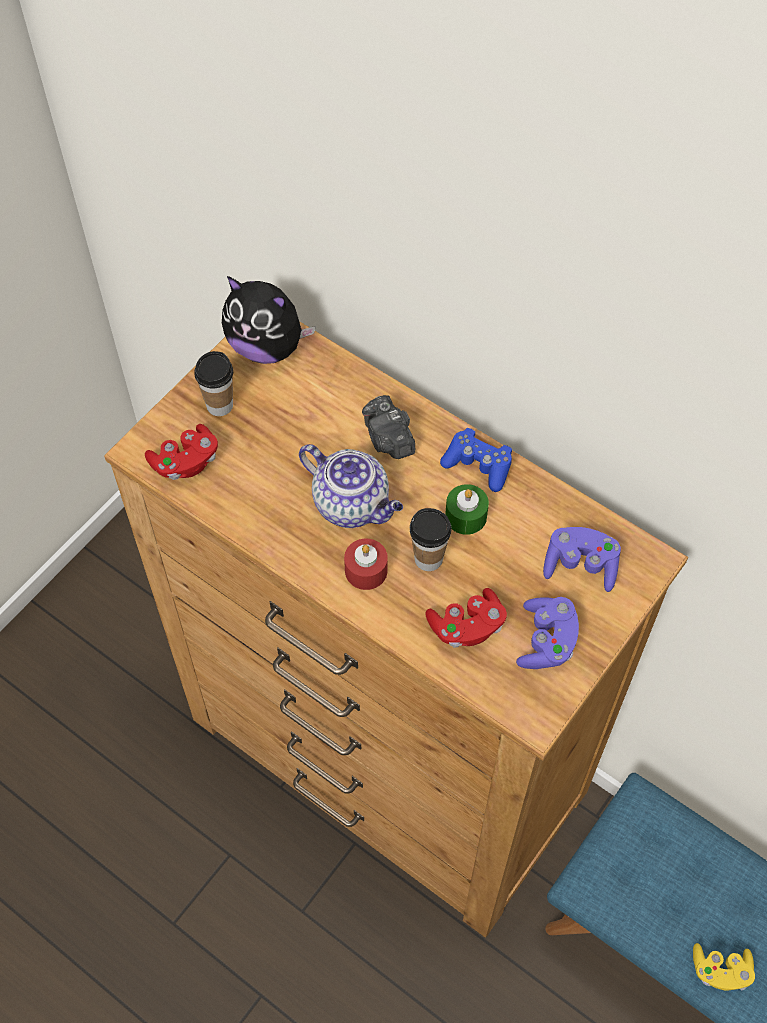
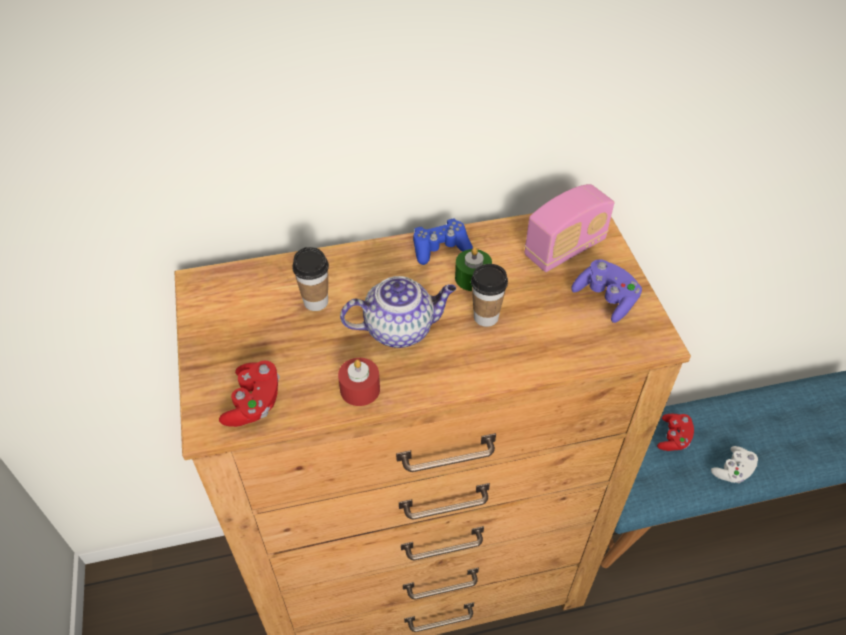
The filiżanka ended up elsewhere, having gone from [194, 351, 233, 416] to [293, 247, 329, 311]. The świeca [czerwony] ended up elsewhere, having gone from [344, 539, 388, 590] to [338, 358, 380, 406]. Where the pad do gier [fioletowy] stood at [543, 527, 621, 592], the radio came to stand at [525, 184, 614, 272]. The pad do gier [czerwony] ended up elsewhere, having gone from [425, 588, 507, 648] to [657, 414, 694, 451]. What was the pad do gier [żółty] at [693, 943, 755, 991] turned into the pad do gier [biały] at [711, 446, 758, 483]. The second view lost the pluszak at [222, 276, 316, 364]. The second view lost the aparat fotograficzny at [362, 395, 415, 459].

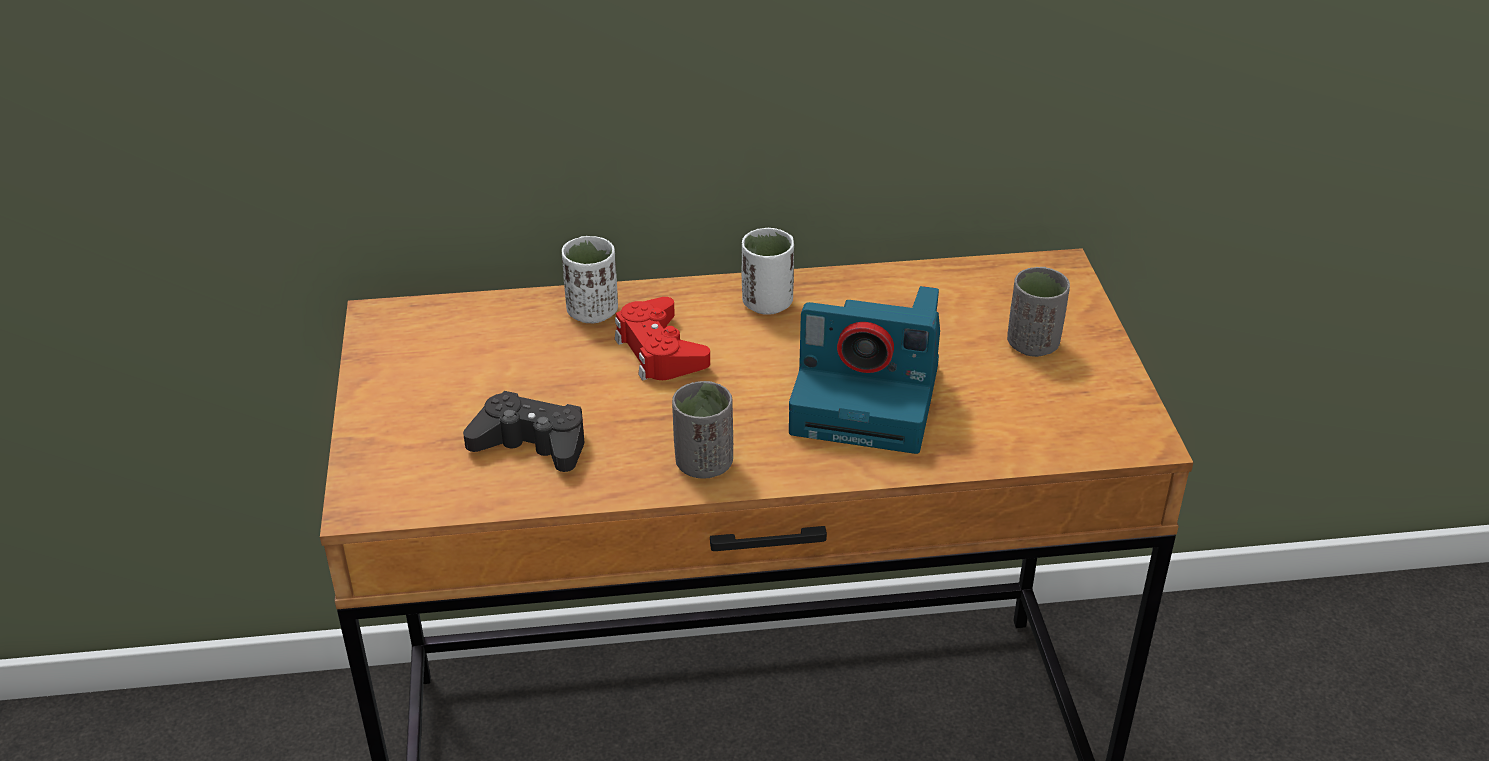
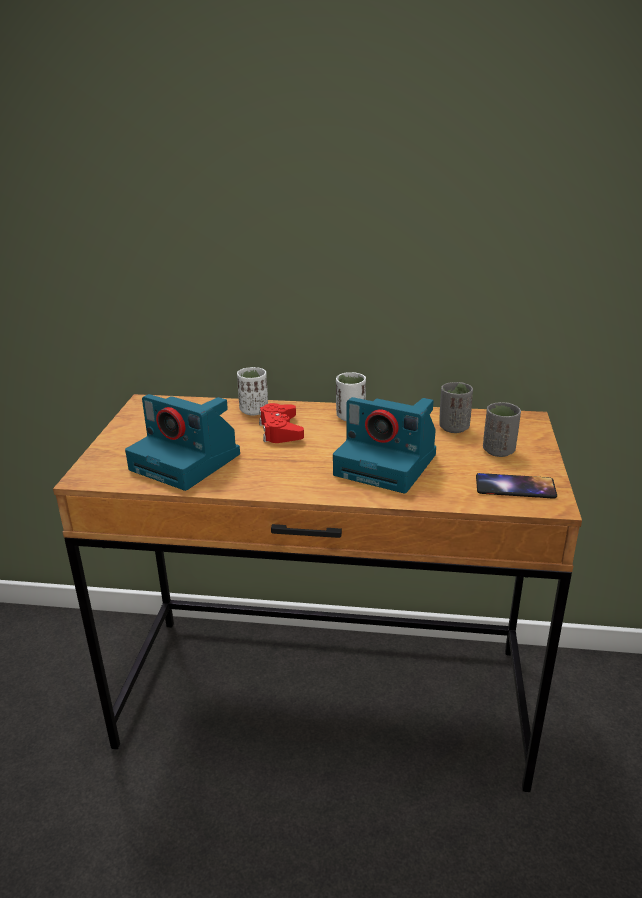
Where the pad do gier [czarny] stood at [463, 391, 584, 472], the aparat fotograficzny came to stand at [125, 394, 240, 491]. The filiżanka [szary] ended up elsewhere, having gone from [672, 381, 733, 478] to [439, 382, 473, 433]. The second view gained the telefon at [476, 473, 557, 499].

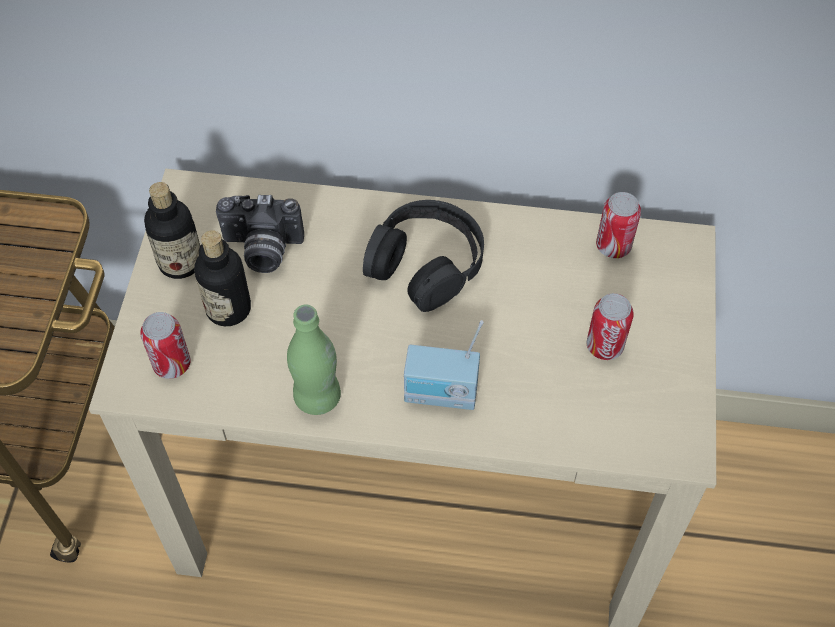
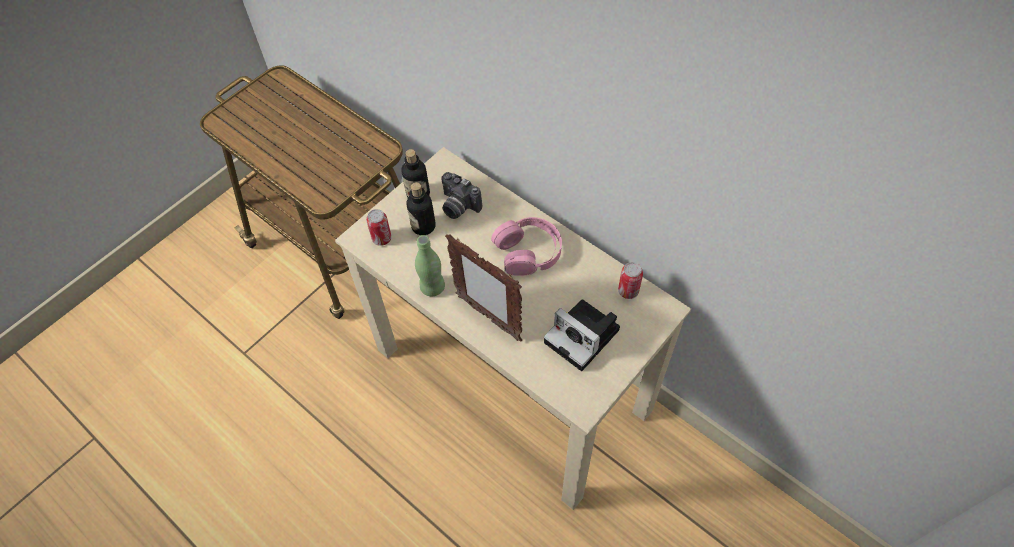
Where the radio stood at [404, 320, 484, 410], the ramka na zdjęcie came to stand at [445, 234, 522, 342]. What was the słuchawki [czarny] at [363, 200, 484, 312] turned into the słuchawki [różowy] at [491, 217, 562, 276]. Where the puszka stood at [587, 293, 634, 360], the aparat fotograficzny came to stand at [544, 299, 620, 371].

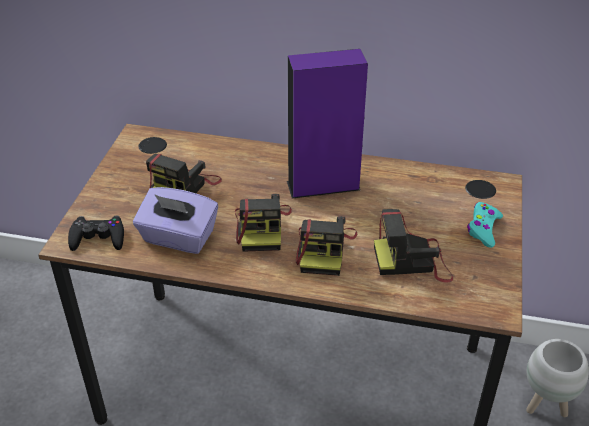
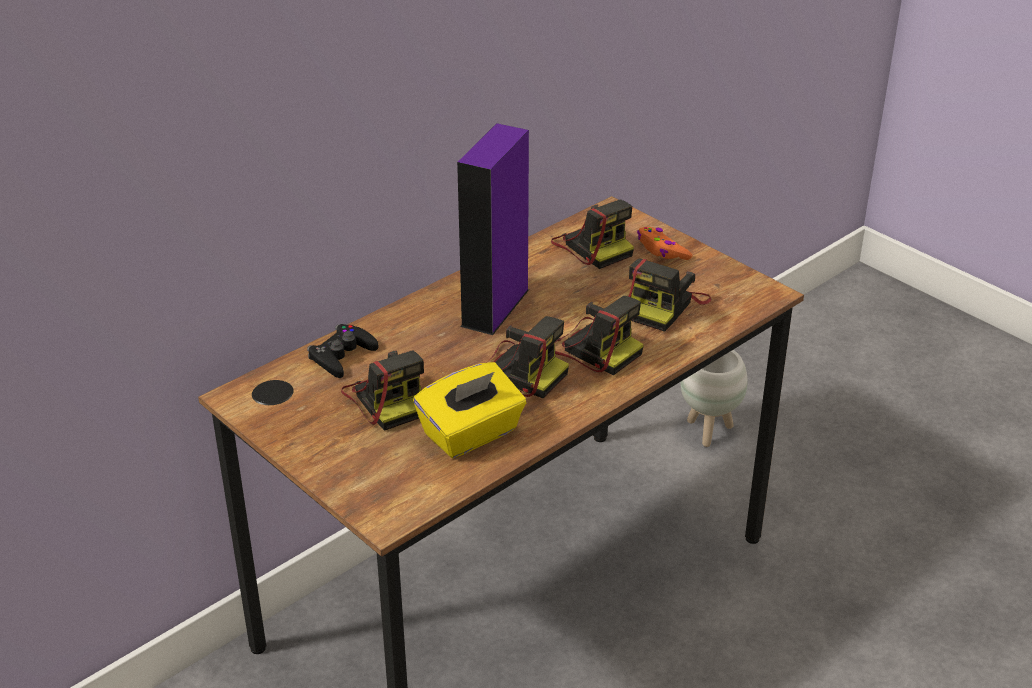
The pad do gier [czarny] ended up elsewhere, having gone from [68, 216, 124, 251] to [307, 324, 379, 378]. What was the pudełko chusteczek [fioletowy] at [133, 187, 218, 254] turned into the pudełko chusteczek [żółty] at [413, 362, 526, 458]. The second view gained the aparat fotograficzny at [551, 200, 634, 269]. What was the pad do gier [turkusowy] at [467, 202, 503, 248] turned into the pad do gier [pomarańczowy] at [637, 227, 693, 260].

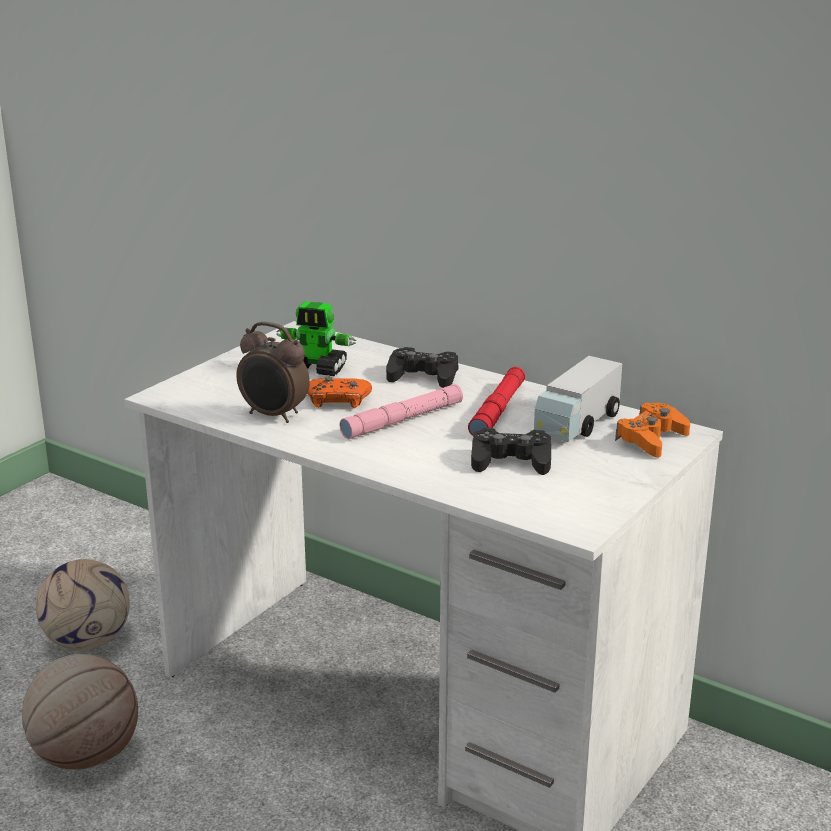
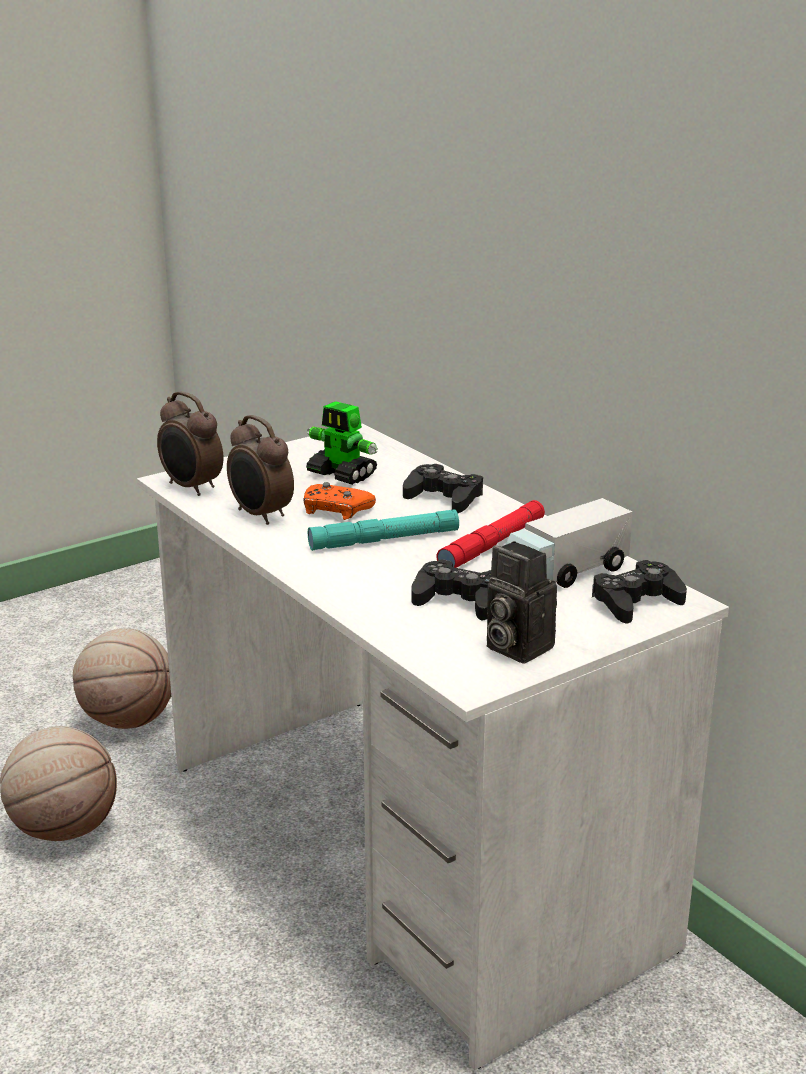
Where the piłka futbolowa stood at [36, 559, 130, 651], the piłka do koszykówki came to stand at [73, 628, 171, 729]. The second view gained the budzik at [157, 391, 223, 496]. What was the latarka [różowy] at [340, 384, 463, 439] turned into the latarka [turkusowy] at [308, 509, 459, 551]. The second view gained the aparat fotograficzny at [487, 541, 557, 664]. What was the pad do gier [pomarańczowy] at [615, 403, 690, 458] turned into the pad do gier [czarny] at [592, 560, 687, 624].

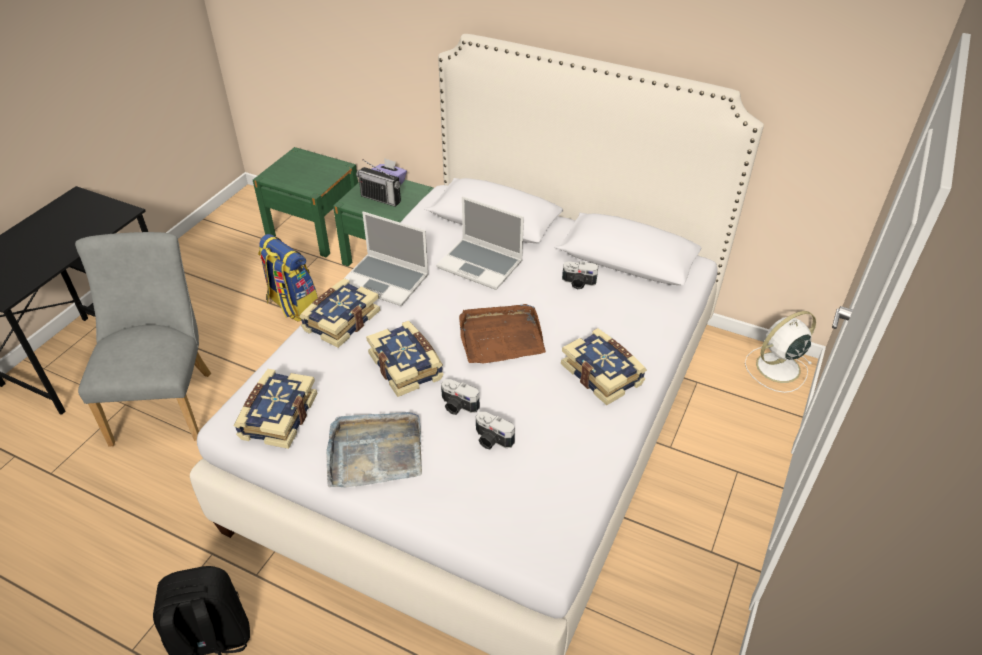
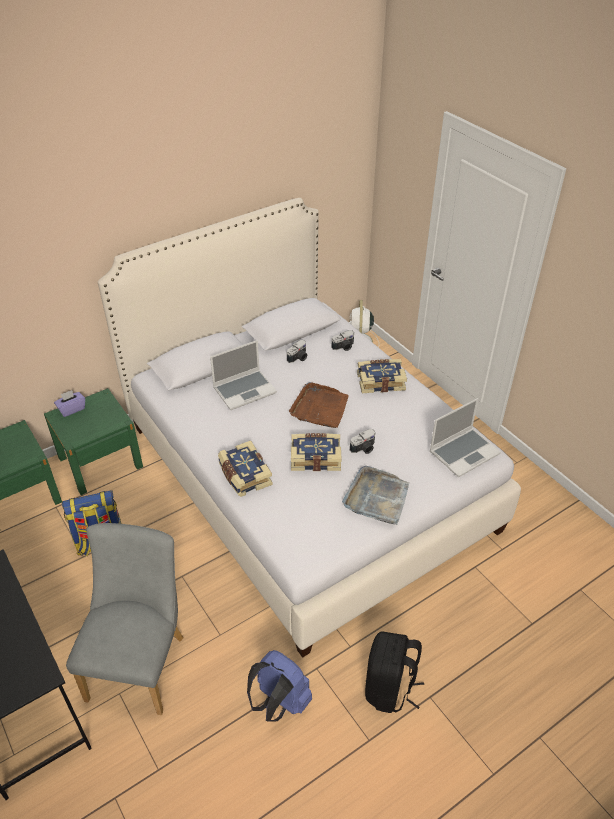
The krzesło [szary] at [75, 232, 211, 446] ended up facing another way, 75 degrees clockwise from before. The second view gained the plecak [niebieski] at [247, 650, 312, 722]. The aparat fotograficzny ended up elsewhere, having gone from [476, 412, 515, 449] to [331, 330, 354, 351]. The laptop ended up elsewhere, having gone from [345, 212, 429, 306] to [430, 398, 501, 478]. The second view lost the książka at [234, 369, 317, 449]. The second view lost the radio at [356, 159, 401, 207].

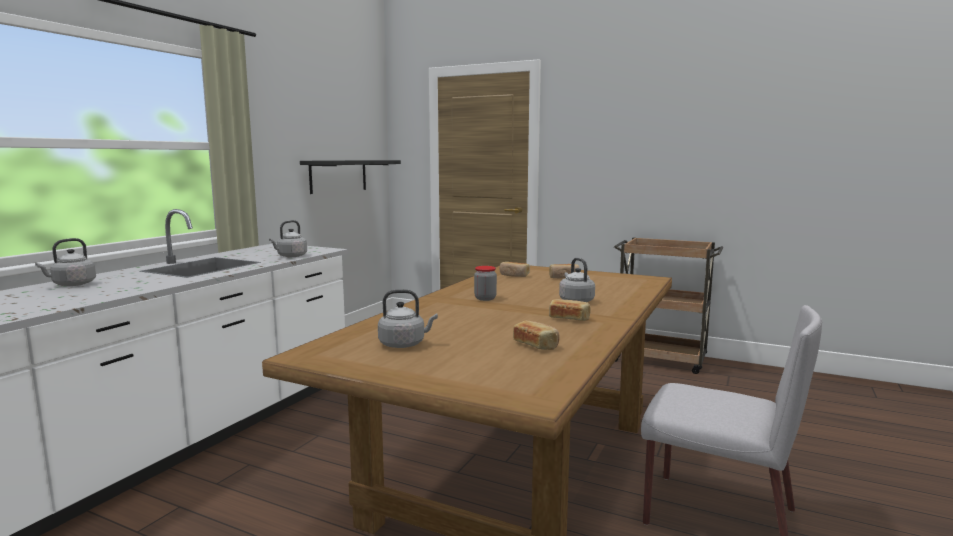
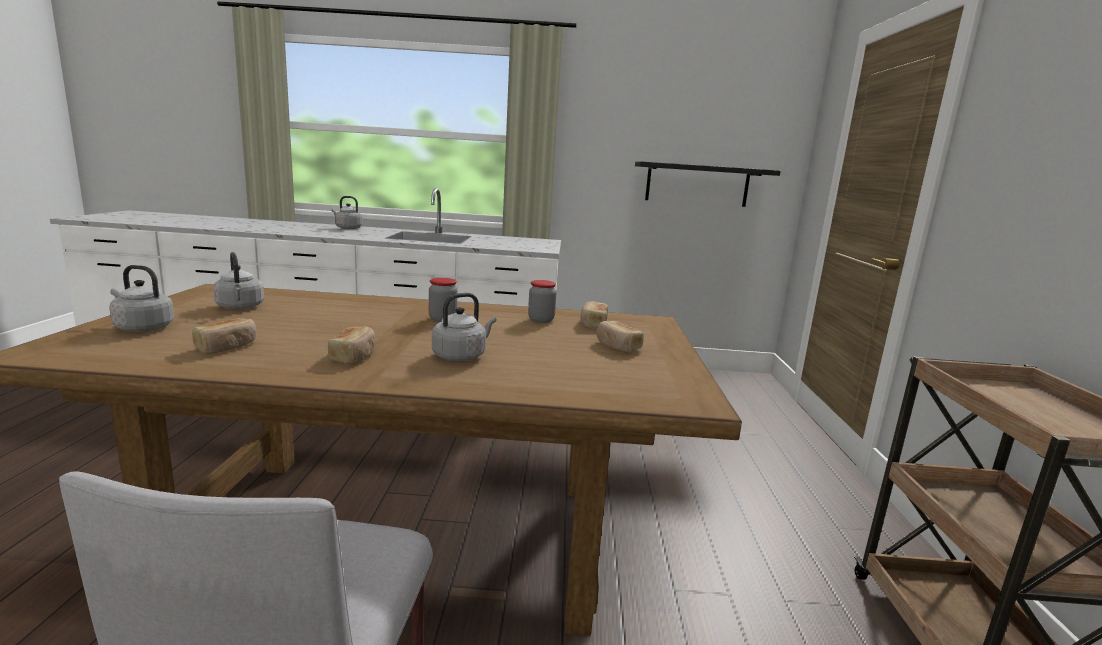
The czajnik [szary] ended up elsewhere, having gone from [269, 220, 307, 257] to [109, 265, 174, 332]. The second view gained the słoik at [528, 280, 556, 323].

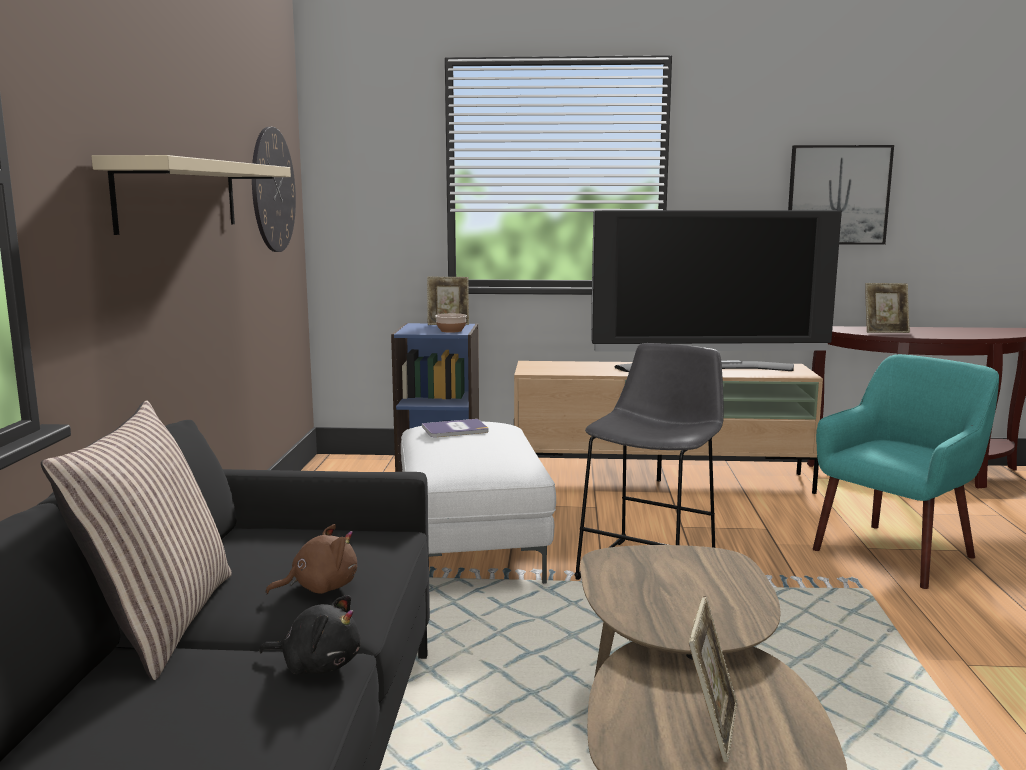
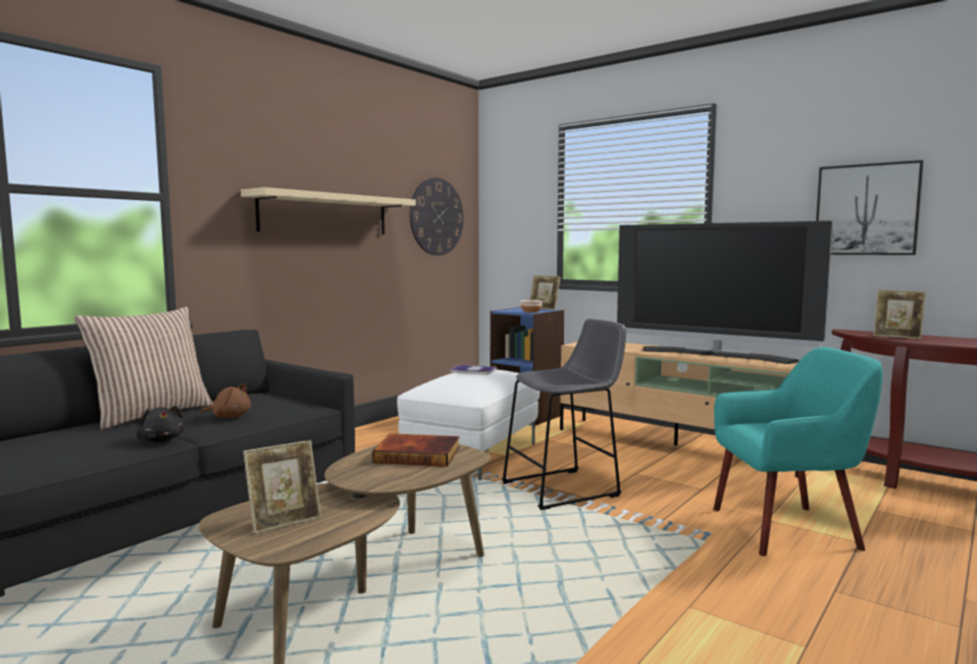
The second view gained the książka at [372, 433, 460, 467].

